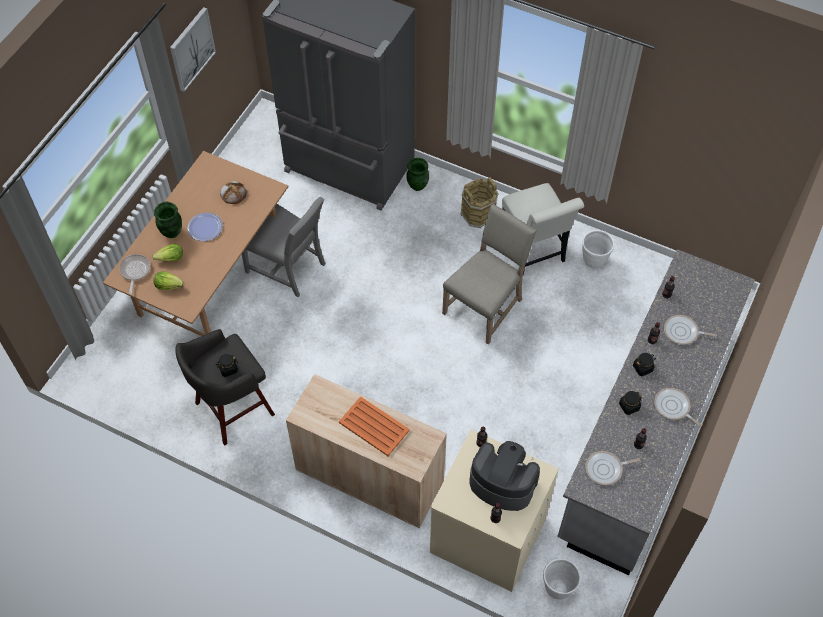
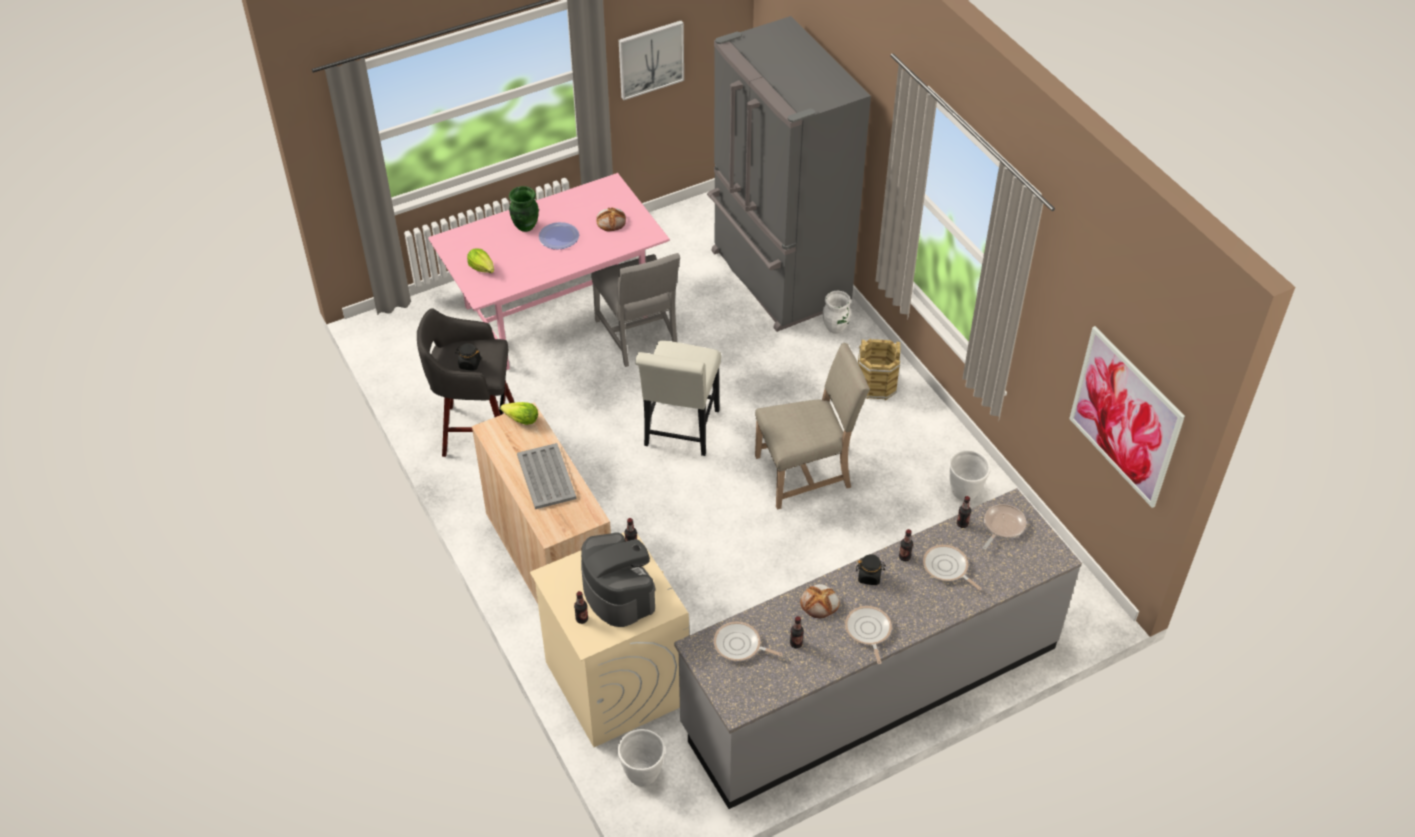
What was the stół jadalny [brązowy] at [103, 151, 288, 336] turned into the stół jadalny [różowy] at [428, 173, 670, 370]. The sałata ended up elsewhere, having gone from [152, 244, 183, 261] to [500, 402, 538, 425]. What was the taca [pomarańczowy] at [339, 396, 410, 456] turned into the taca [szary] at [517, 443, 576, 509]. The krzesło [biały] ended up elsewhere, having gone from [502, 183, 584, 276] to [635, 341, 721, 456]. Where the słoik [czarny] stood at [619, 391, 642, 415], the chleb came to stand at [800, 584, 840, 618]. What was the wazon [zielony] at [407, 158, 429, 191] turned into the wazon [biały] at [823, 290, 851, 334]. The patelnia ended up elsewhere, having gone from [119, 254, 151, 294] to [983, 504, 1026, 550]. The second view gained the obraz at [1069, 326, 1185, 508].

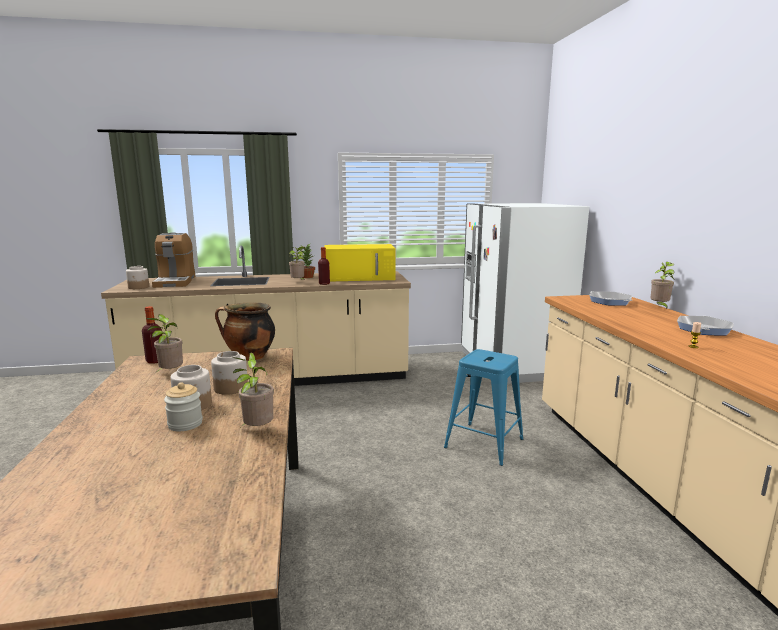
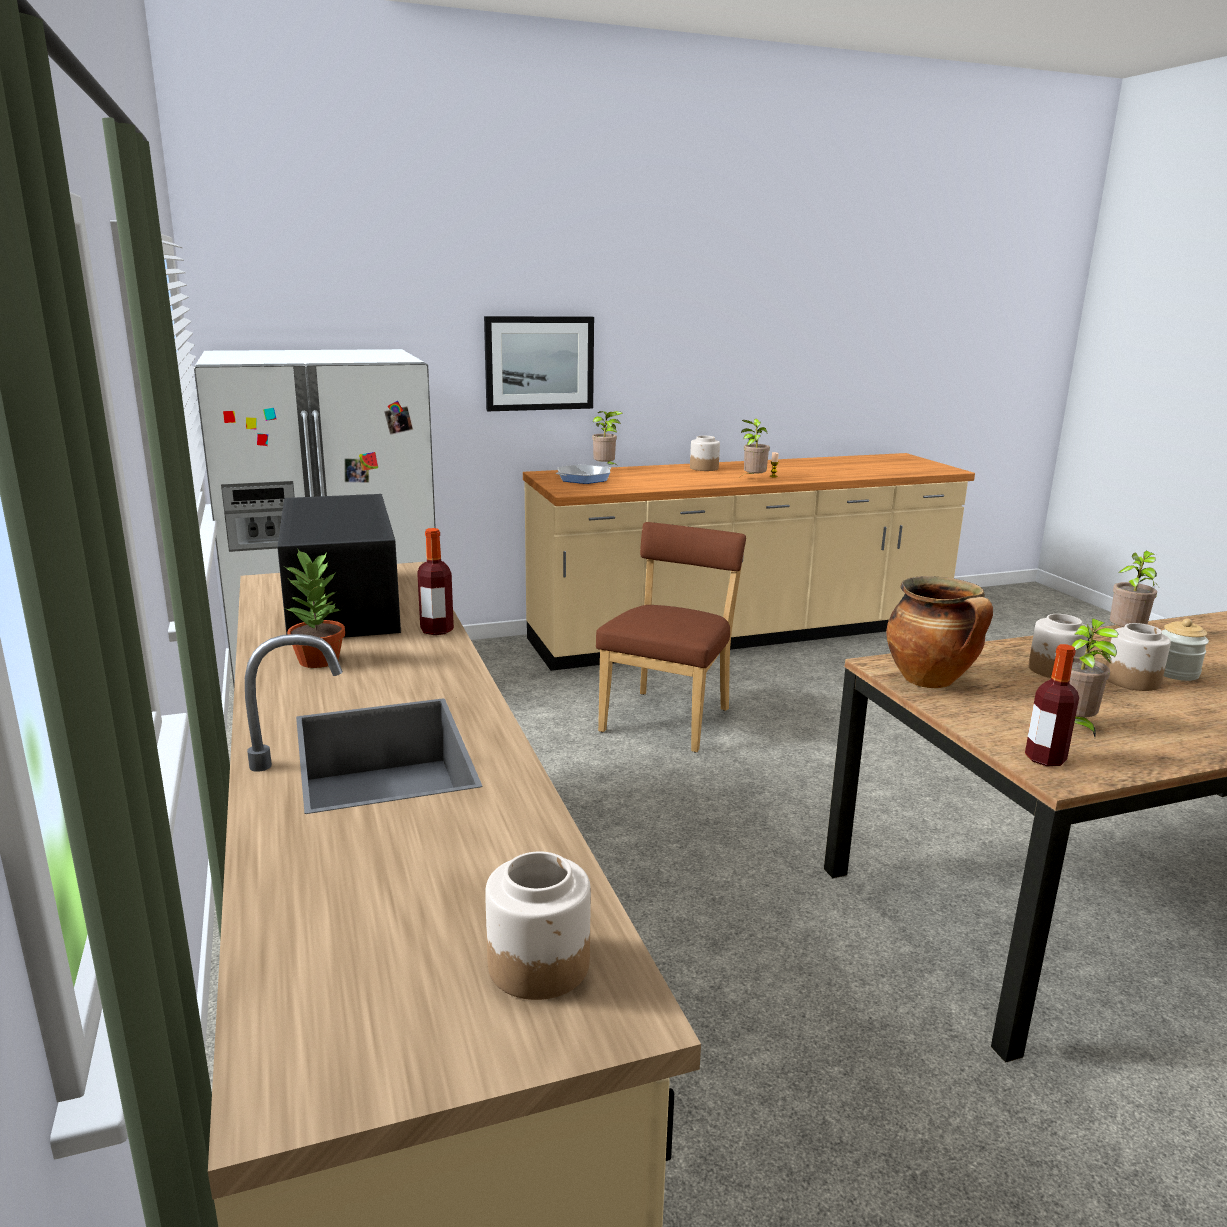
What was the mikrofalówka [żółty] at [324, 244, 395, 282] turned into the mikrofalówka [czarny] at [277, 494, 401, 638]. The second view gained the obraz at [484, 316, 594, 411]. Where the stołek [niebieski] stood at [444, 349, 523, 466], the krzesło [brązowy] came to stand at [596, 522, 746, 752]. Where the patelnia stood at [677, 316, 734, 336], the słoik came to stand at [690, 436, 720, 471]. The roślina doniczkowa ended up elsewhere, having gone from [289, 246, 306, 280] to [740, 419, 770, 477]. The second view lost the ekspres do kawy at [152, 232, 195, 288].

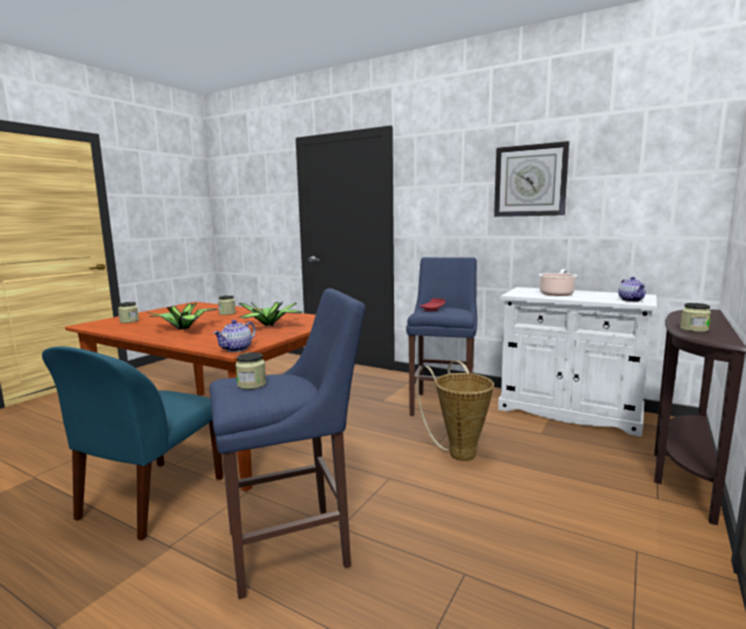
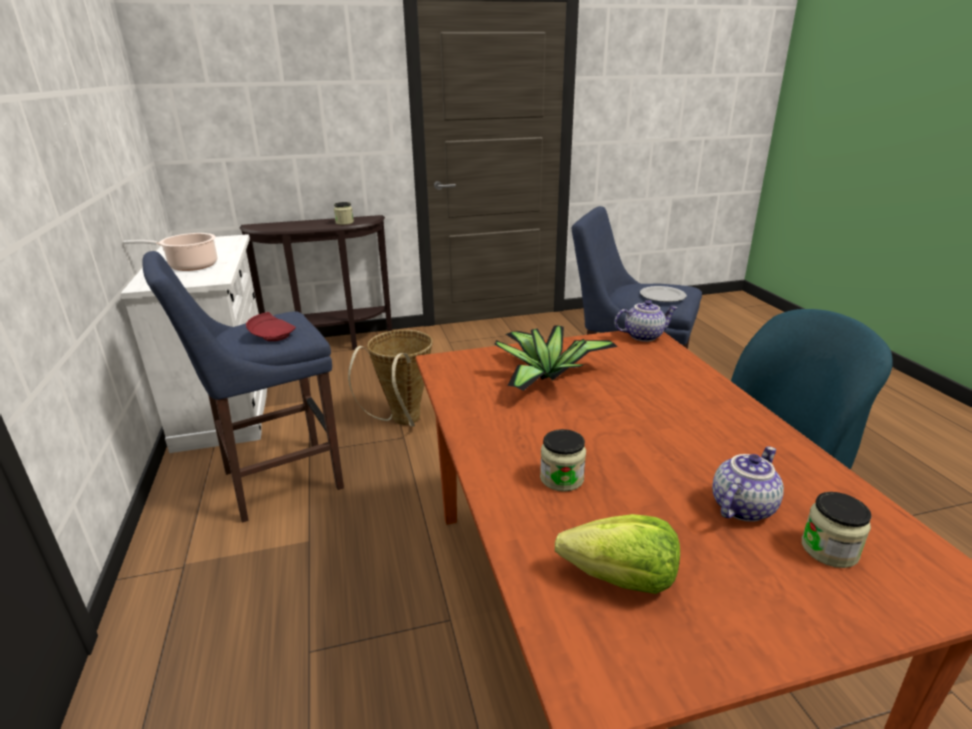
The second view gained the sałata at [555, 514, 680, 594]. Where the słoik stood at [236, 352, 266, 389], the talerz came to stand at [640, 286, 687, 302]. The imbryk ended up elsewhere, having gone from [618, 277, 646, 302] to [712, 446, 784, 522]. The second view lost the roślina doniczkowa at [148, 303, 218, 330]. The second view lost the zegar ścienny at [494, 141, 569, 217].

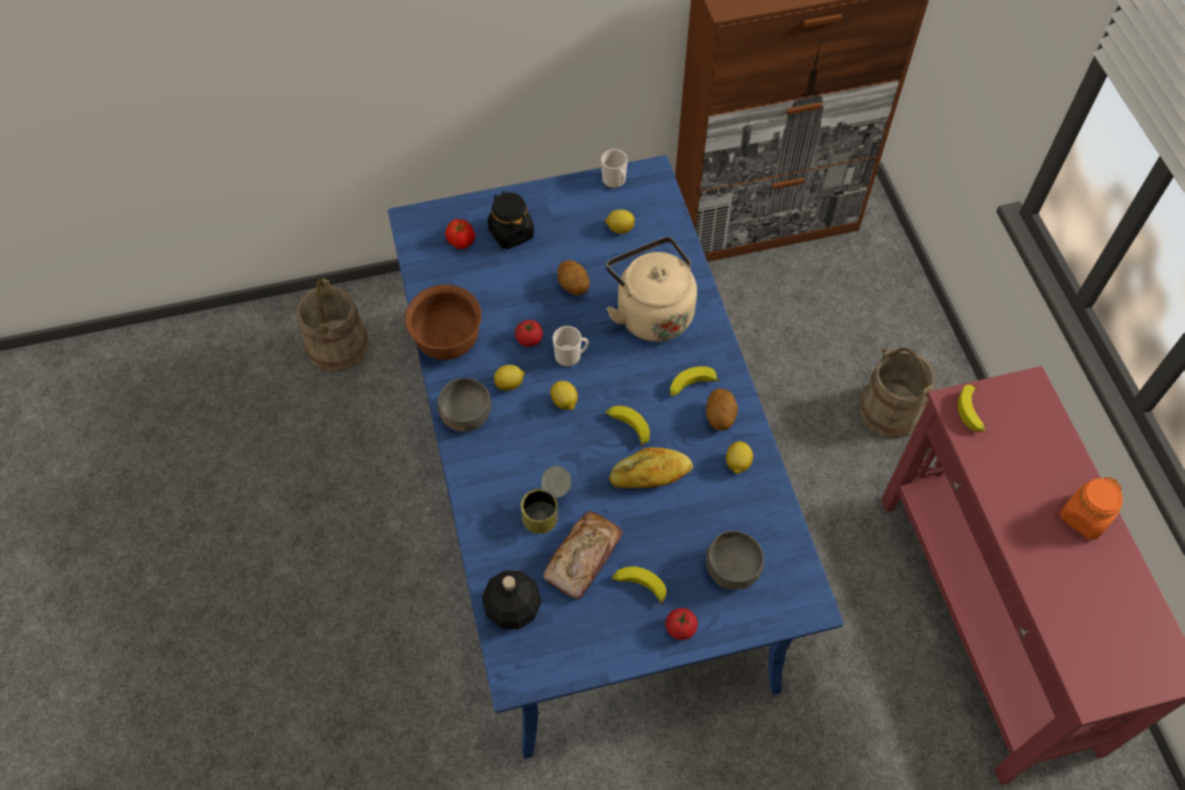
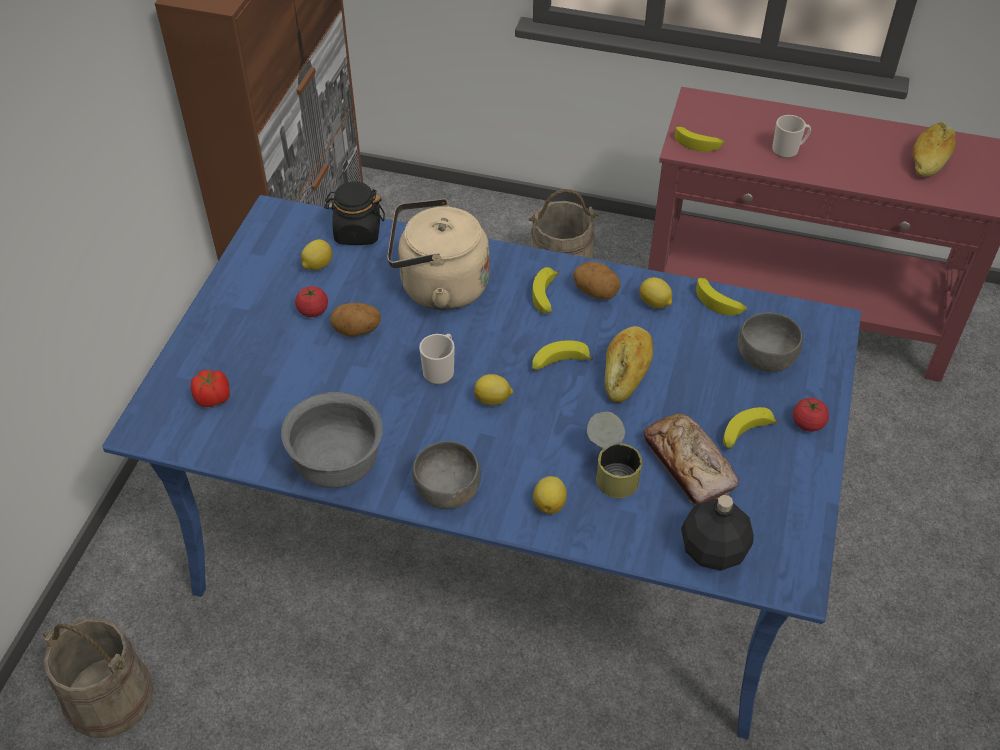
What was the miska [brązowy] at [405, 284, 481, 360] turned into the miska [szary] at [281, 392, 383, 488]. The pomidor ended up elsewhere, having gone from [515, 320, 543, 347] to [295, 286, 328, 317]. The słoik [czarny] ended up elsewhere, having gone from [487, 191, 534, 249] to [324, 181, 385, 245]. The cytryna ended up elsewhere, having gone from [494, 365, 525, 391] to [533, 476, 567, 514]. The second view gained the banan at [696, 276, 747, 316]. The kubek ended up elsewhere, having gone from [601, 149, 628, 188] to [772, 115, 811, 158]. The second view gained the chleb at [912, 122, 956, 177]. The second view lost the słoik [pomarańczowy] at [1060, 477, 1123, 540].

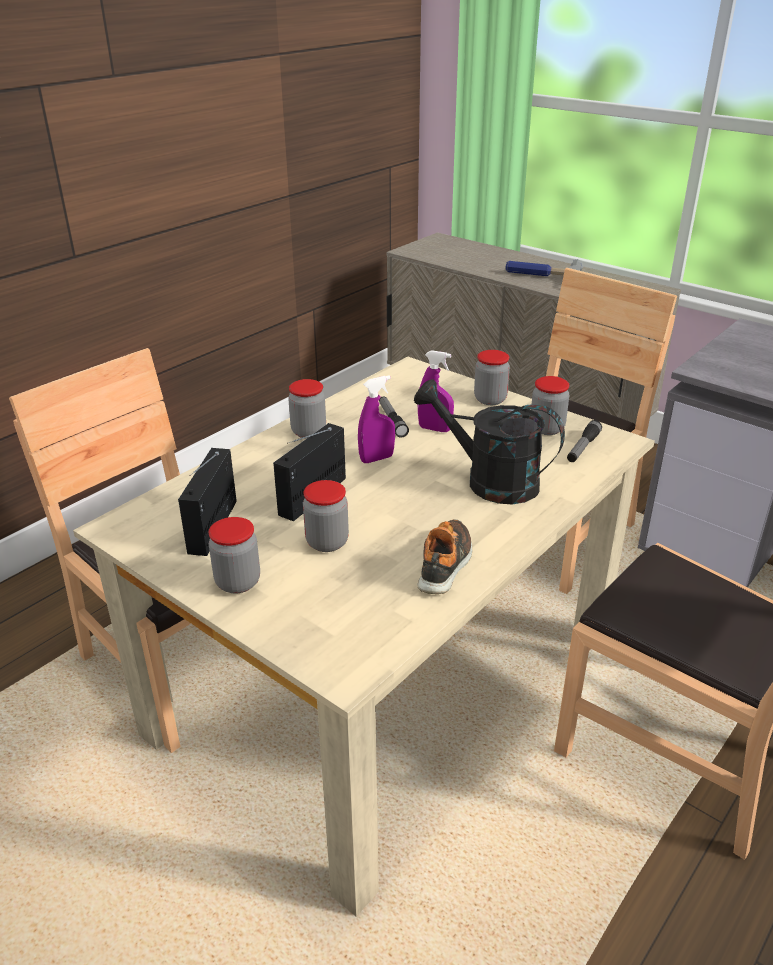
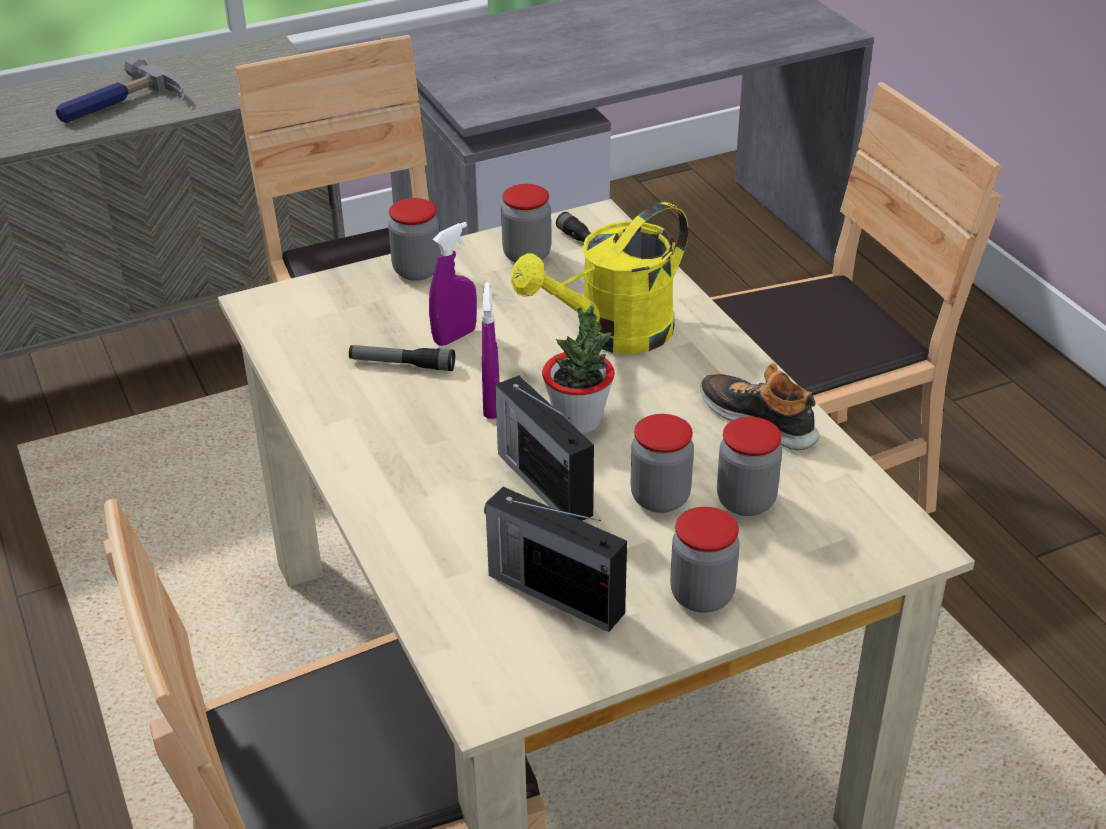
What was the konewka [czarny] at [414, 379, 565, 504] turned into the konewka [żółty] at [511, 202, 688, 354]. The second view gained the roślina doniczkowa at [542, 305, 615, 434]. The słoik ended up elsewhere, having gone from [288, 379, 326, 438] to [717, 417, 782, 516].

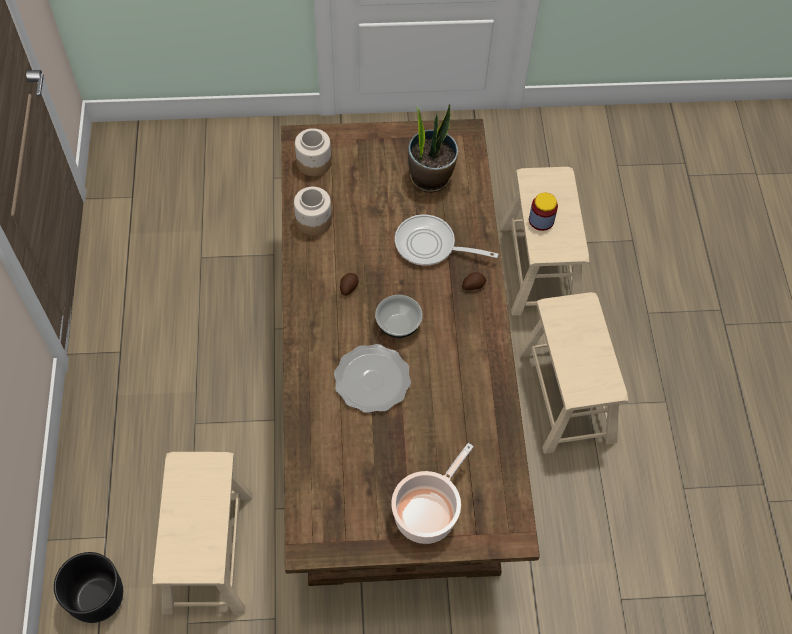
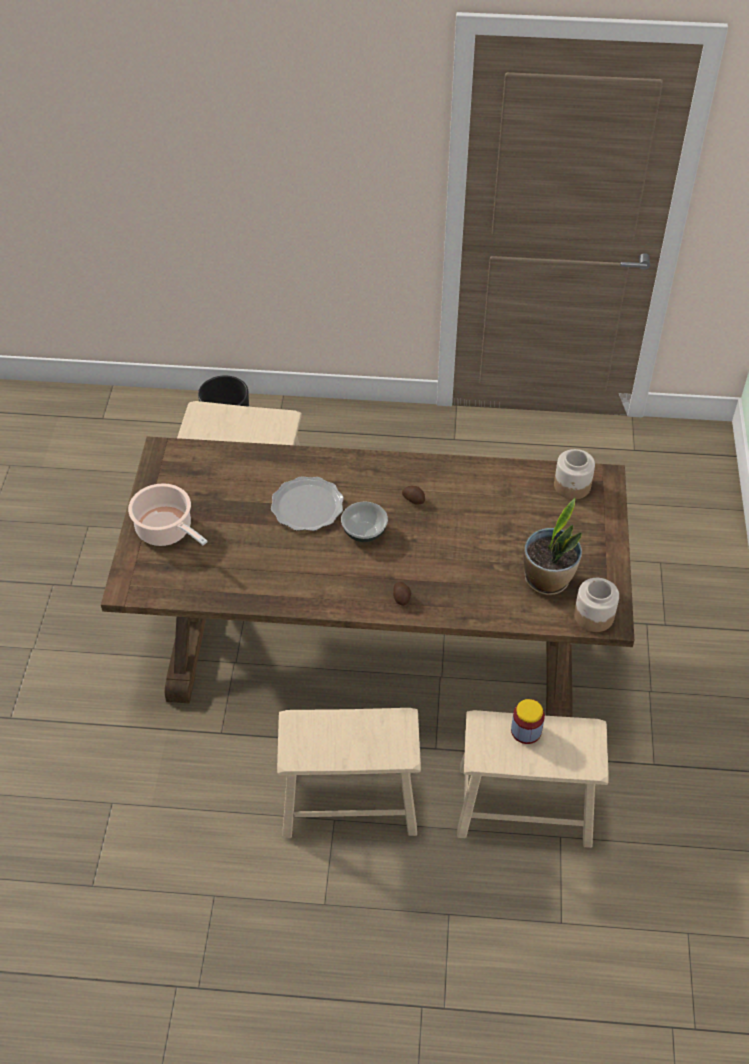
The słoik ended up elsewhere, having gone from [294, 187, 332, 236] to [574, 578, 619, 632]. The second view lost the patelnia at [395, 214, 498, 266].

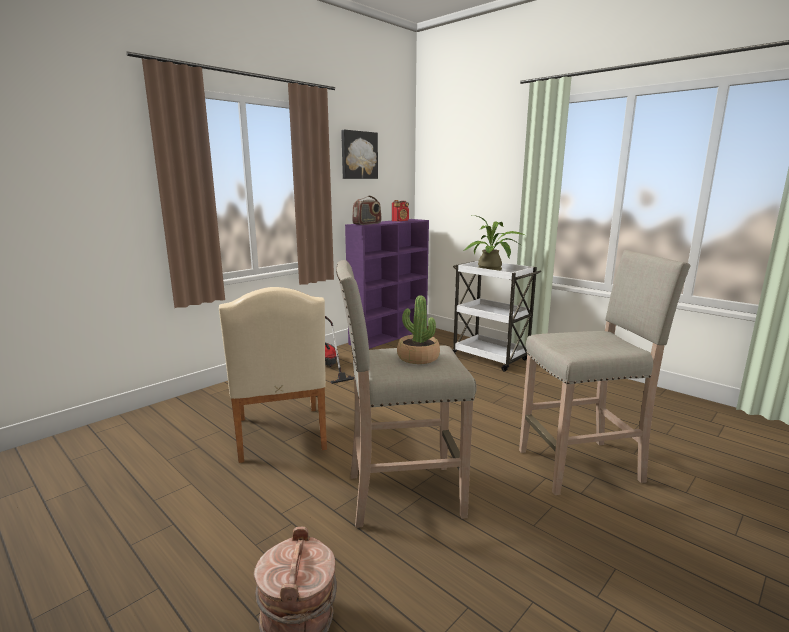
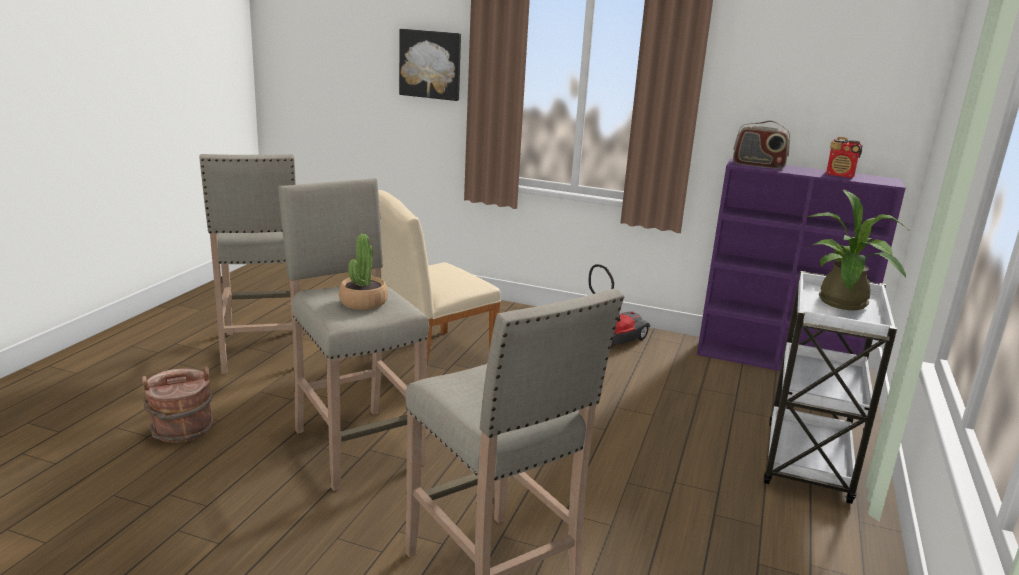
The second view gained the stołek [beżowy] at [199, 154, 300, 374]. The obraz ended up elsewhere, having gone from [341, 130, 378, 179] to [399, 29, 461, 101].

